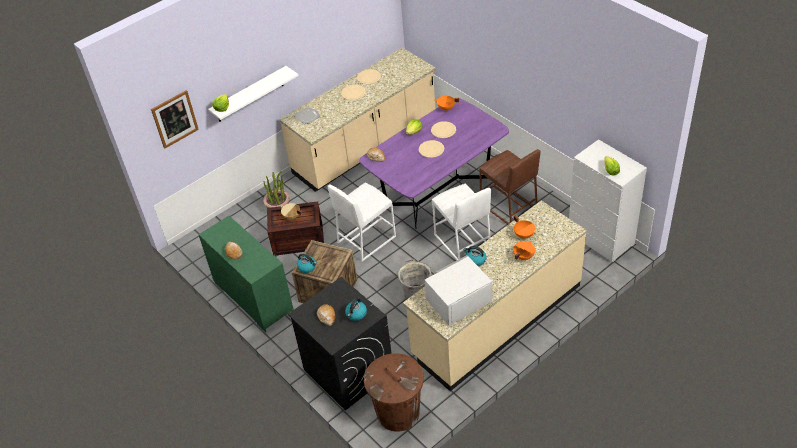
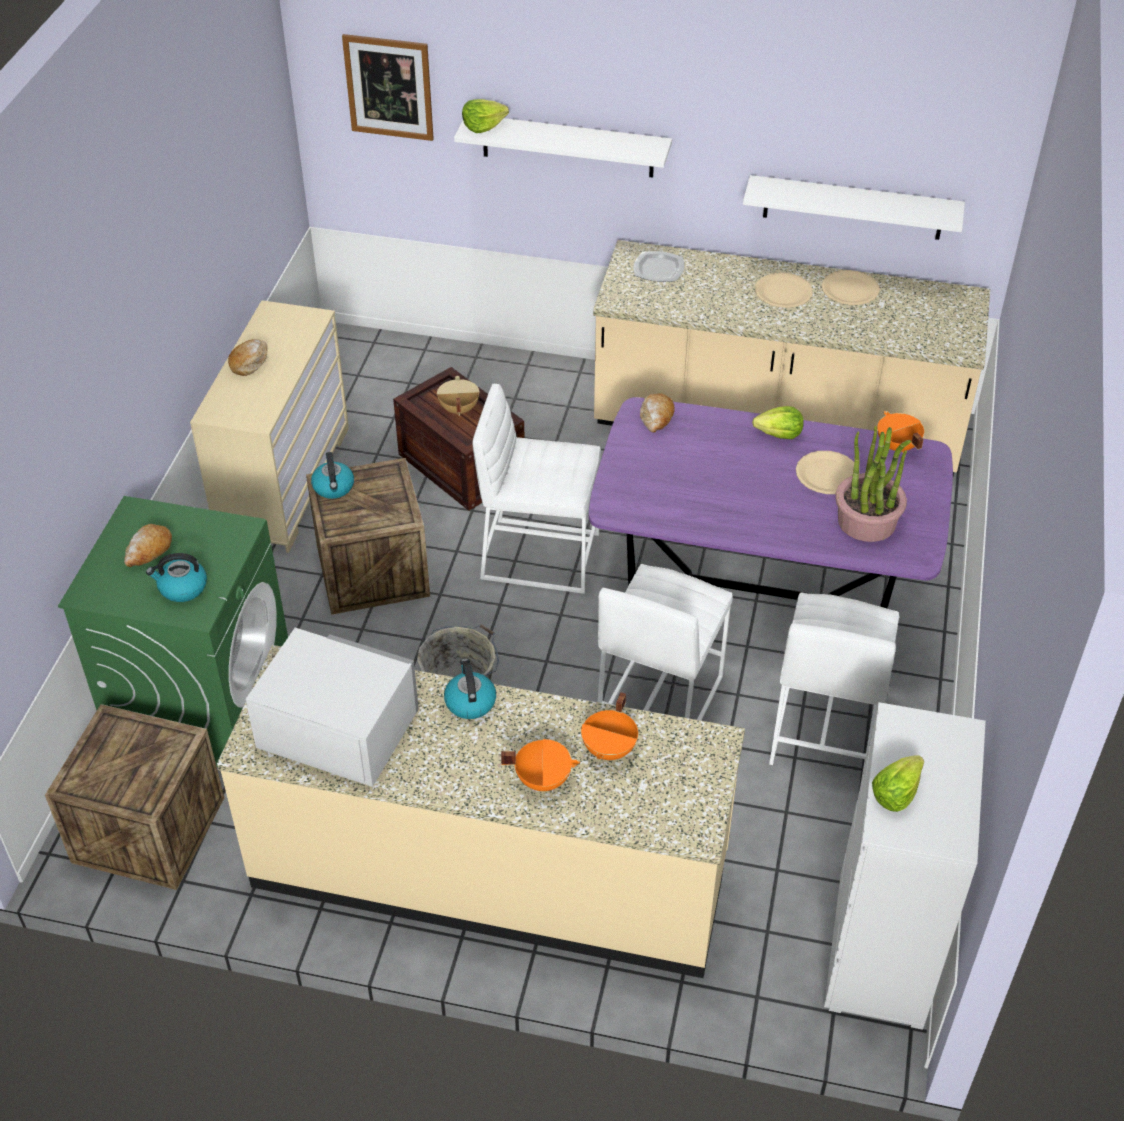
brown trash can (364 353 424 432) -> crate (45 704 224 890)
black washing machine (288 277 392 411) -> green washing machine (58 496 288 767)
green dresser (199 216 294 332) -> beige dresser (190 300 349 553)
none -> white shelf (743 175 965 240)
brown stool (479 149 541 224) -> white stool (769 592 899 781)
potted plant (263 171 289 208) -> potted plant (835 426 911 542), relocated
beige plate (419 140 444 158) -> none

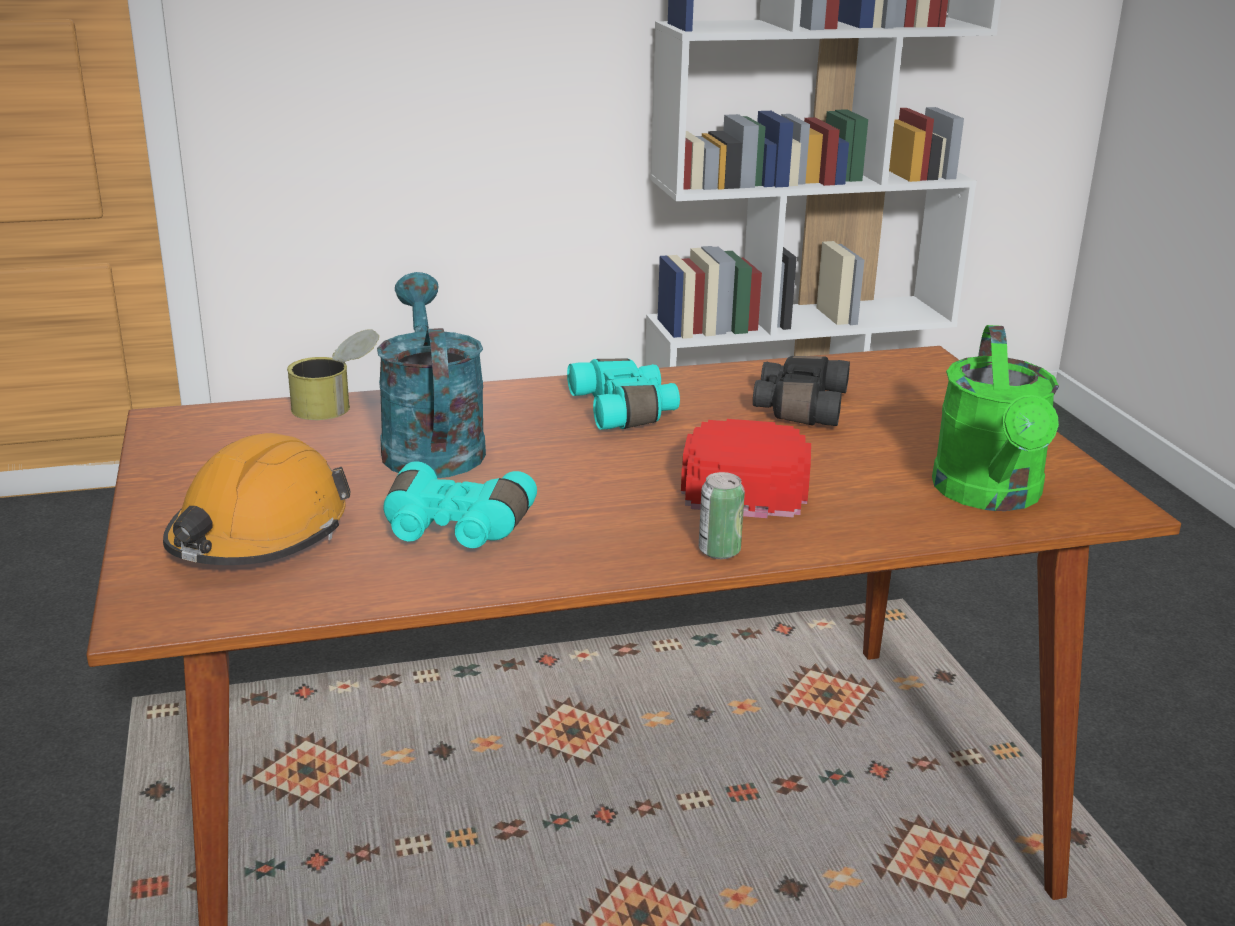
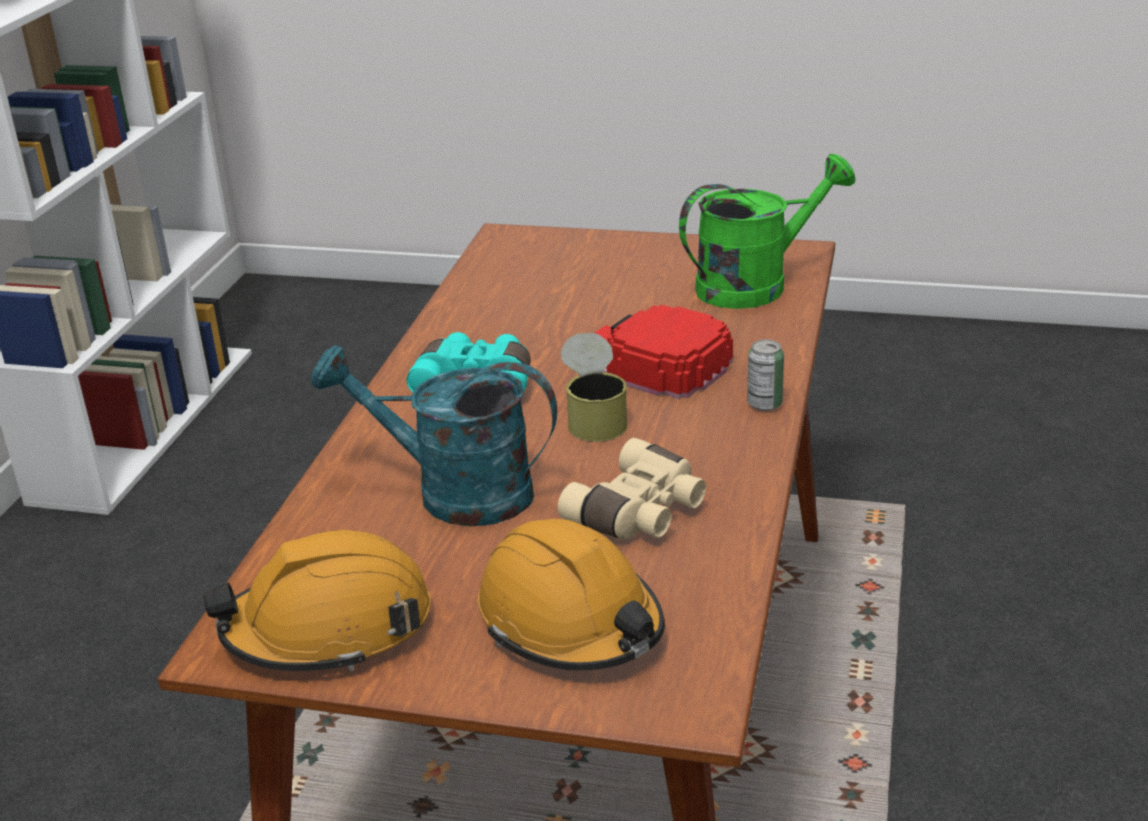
none -> orange hard hat (203 530 431 671)
turquoise binoculars (384 461 537 548) -> beige binoculars (558 438 706 539)
can (287 330 379 420) -> can (560 333 628 442), relocated
green watering can (932 325 1059 511) -> green watering can (679 154 856 309), 60 degrees counterclockwise
black binoculars (753 356 850 426) -> none

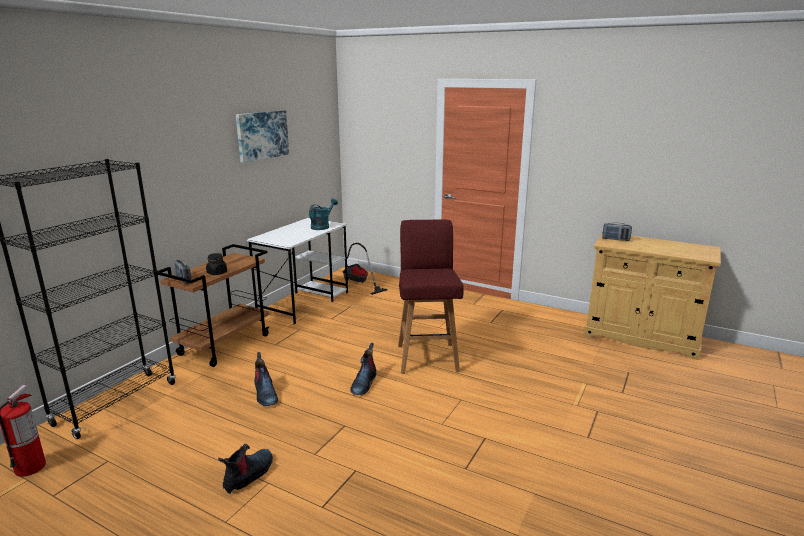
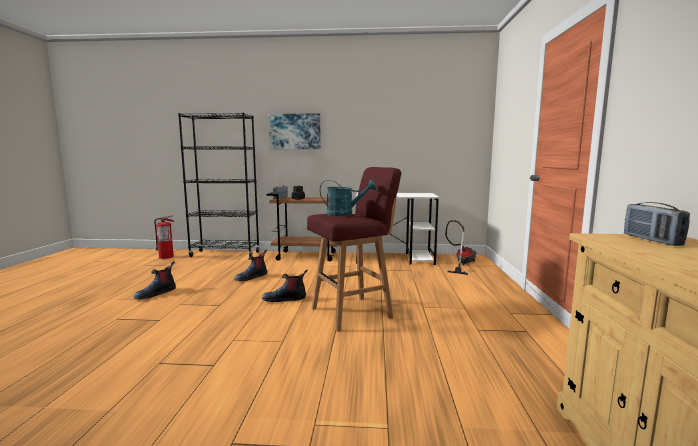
boot (218 444 273 494) -> boot (134 261 176 299), 120 degrees clockwise
picture (236 110 289 163) -> picture (268 114 321 149), relocated
turquoise watering can (309 198 338 230) -> turquoise watering can (320 180 377 216), relocated

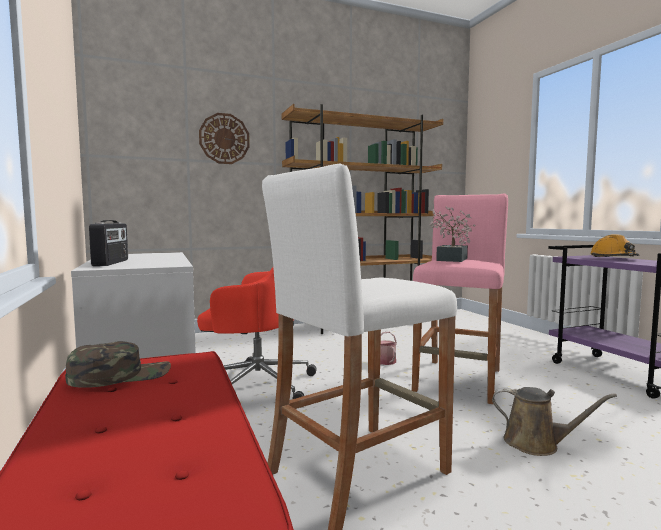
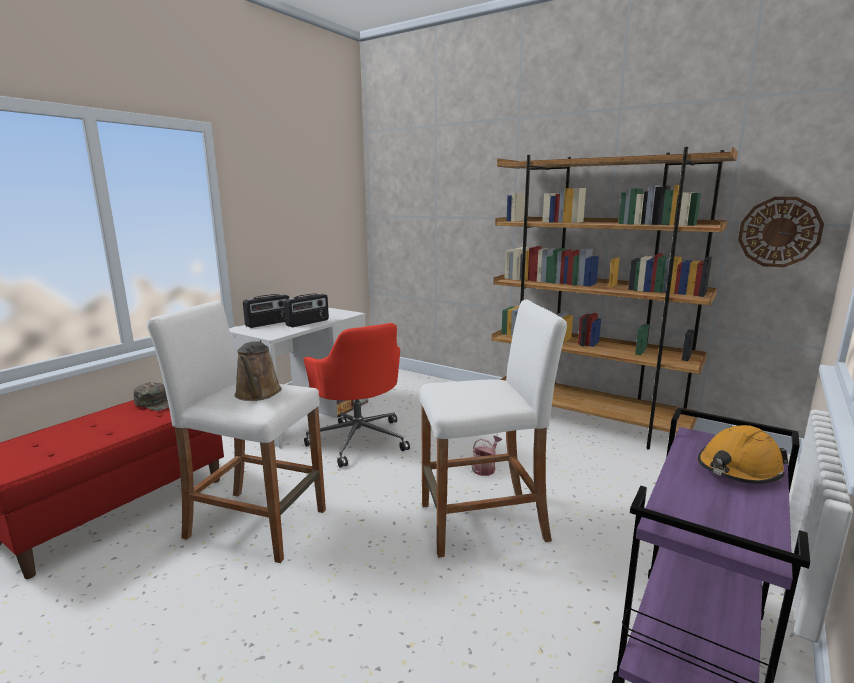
brown watering can (492 387 617 456) -> brown watering can (235 340 282 401), relocated
none -> radio (284 293 329 327)
pink stool (412 194 508 405) -> white stool (419 299 567 558)
wall clock (199 113 250 164) -> wall clock (738 197 824 267), relocated
potted plant (429 207 475 262) -> none

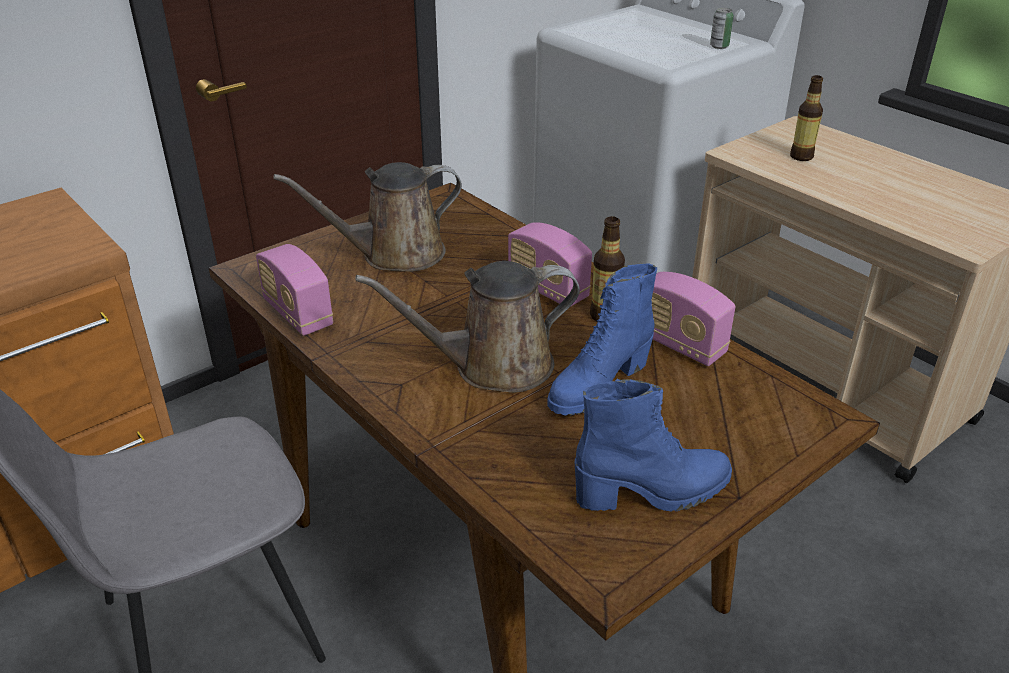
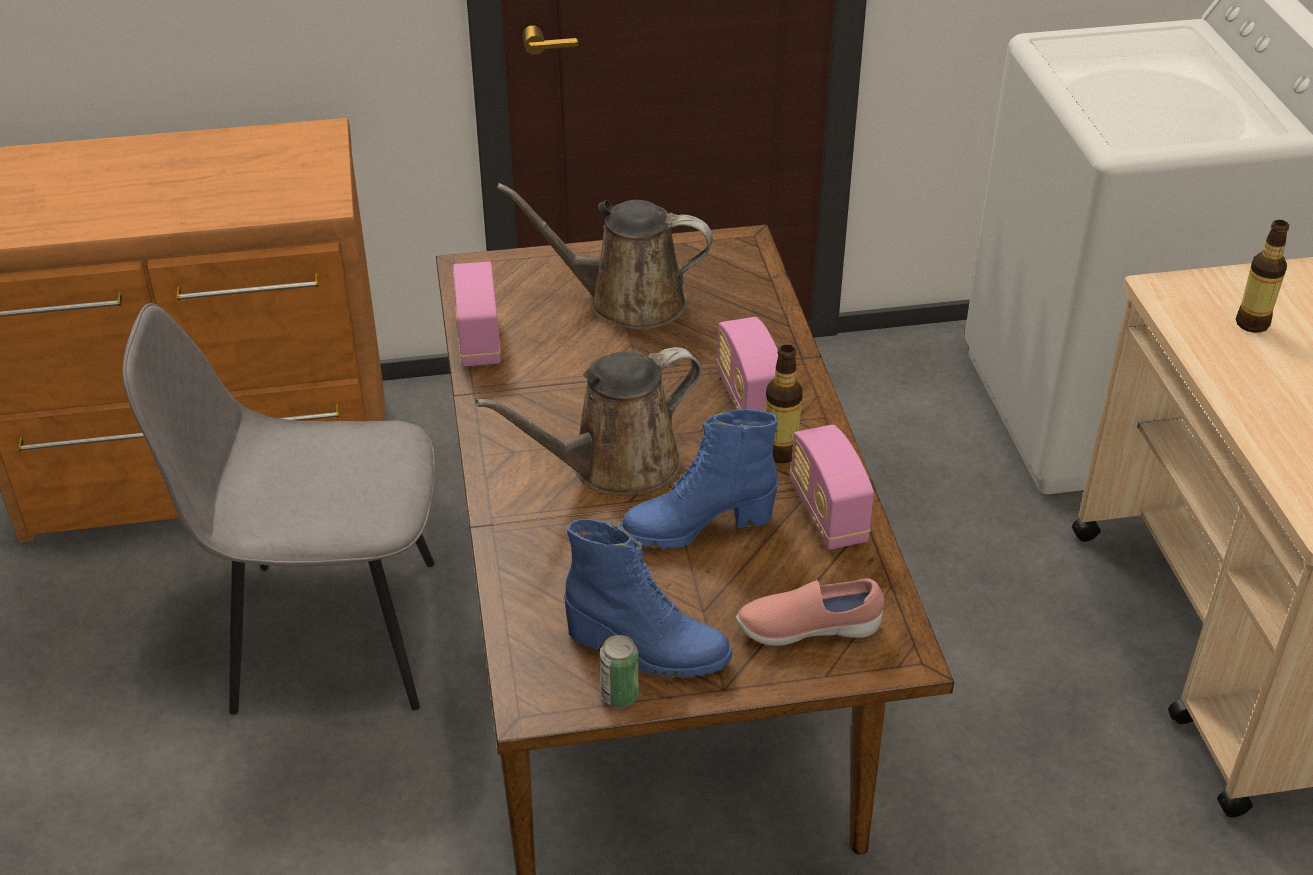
brown watering can (355 261 580 393) -> brown watering can (475 347 701 495), 45 degrees counterclockwise
can (710 8 733 49) -> can (600 635 639 707), relocated
none -> pink shoe (736 578 884 646)

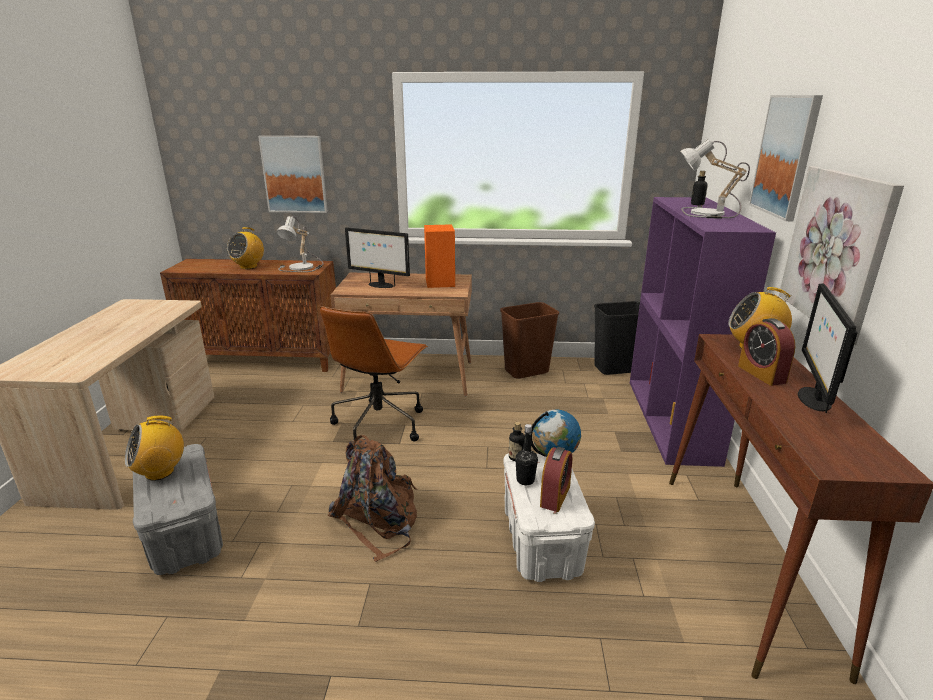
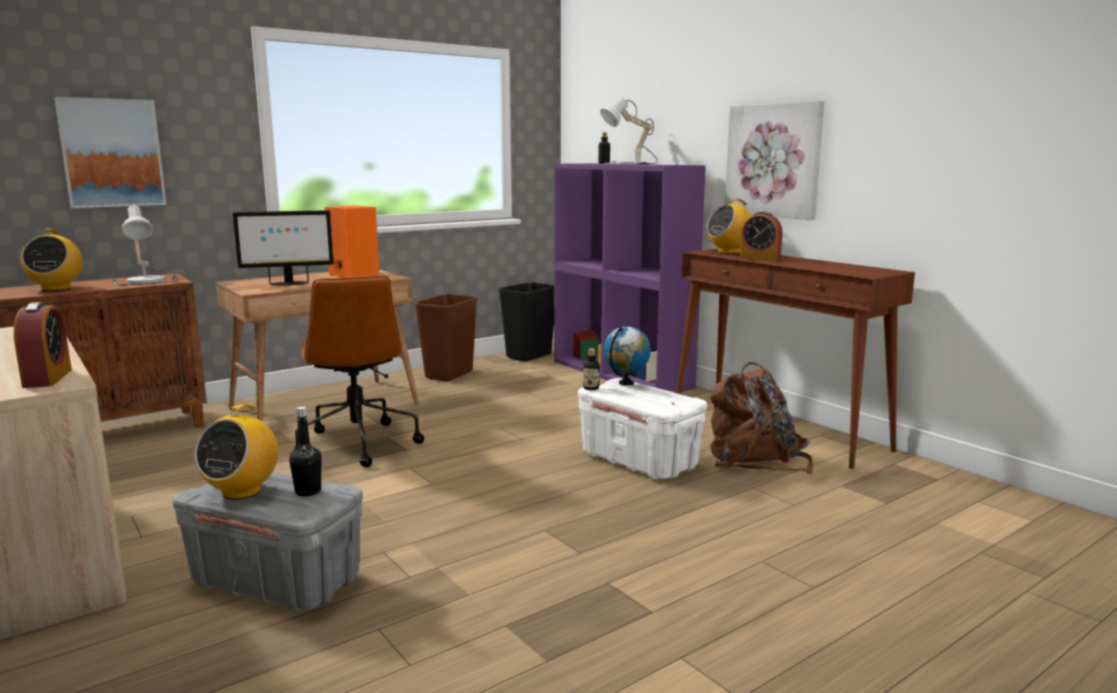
alarm clock (540 447 572 512) -> alarm clock (14 302 72 388), relocated
black bottle (515 424 538 485) -> black bottle (289 407 322 496), relocated
brown backpack (328 435 417 562) -> brown backpack (710 362 813 474), relocated
picture (749 95 823 221) -> none
monitor (798 283 857 413) -> none

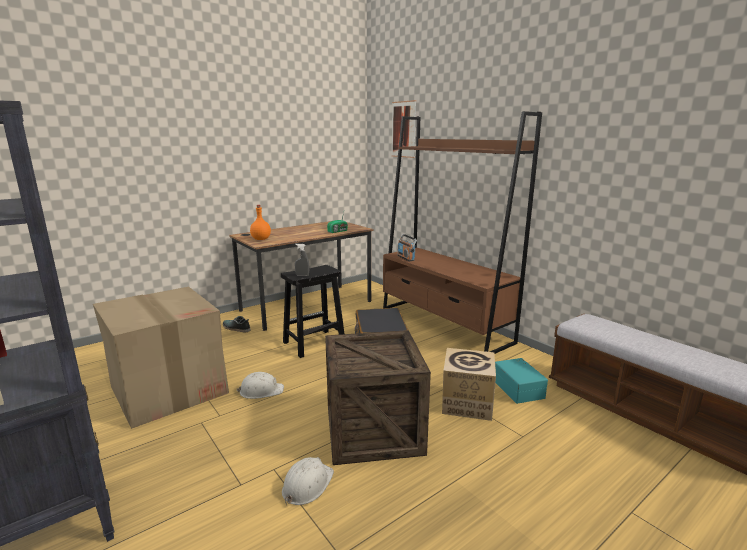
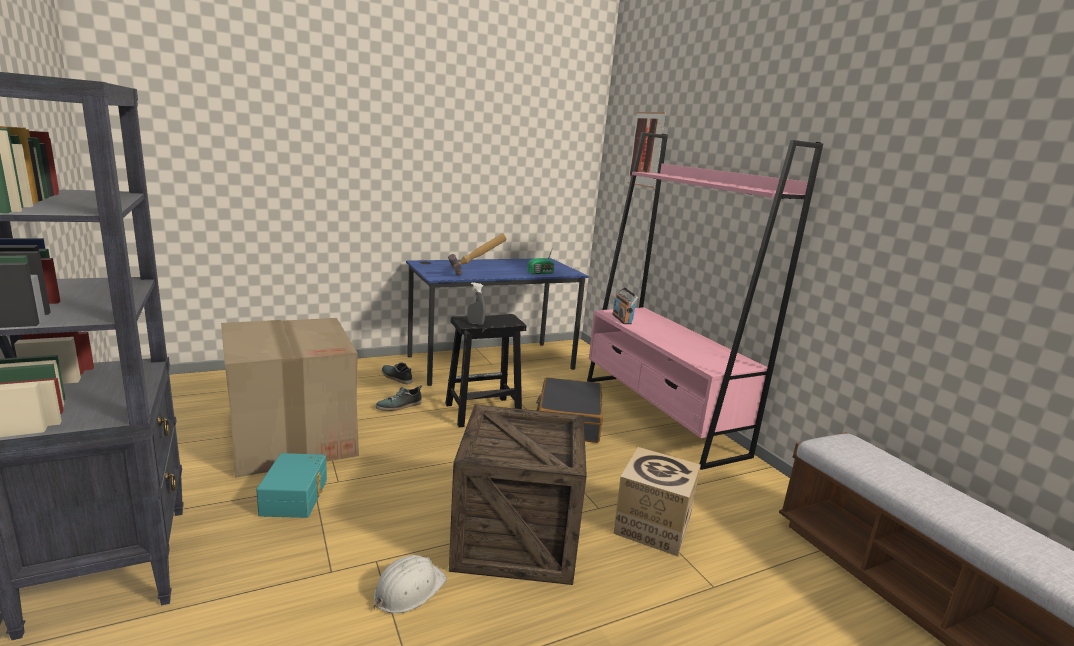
turquoise storage box (495 358 548 404) -> turquoise storage box (256 453 327 518), relocated
none -> shoe (376 385 422 411)
brown desk (229 221 374 331) -> blue desk (406 258 589 386)
none -> hammer (448 233 506 276)
brown bookcase (383 111 542 354) -> pink bookcase (587 132 823 470)
white hard hat (236 372 284 399) -> none
orange bottle (250 205 271 240) -> none

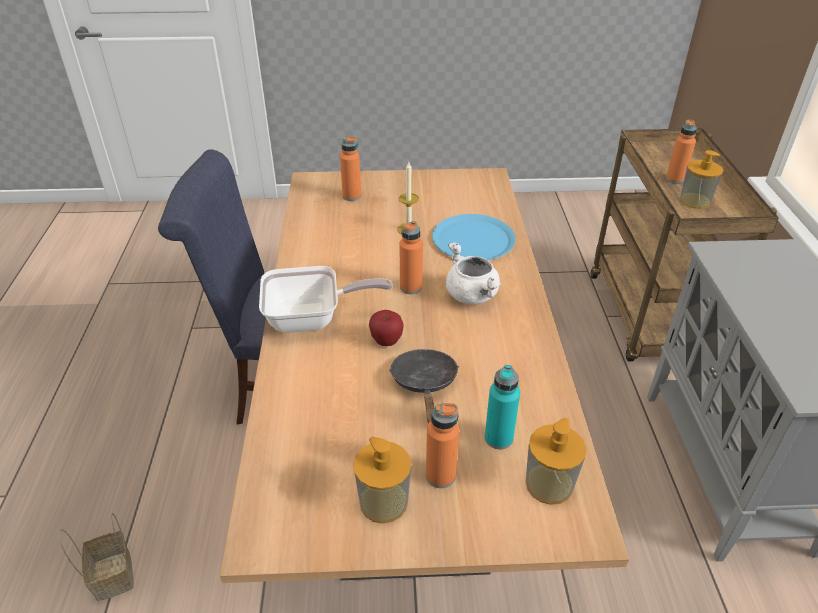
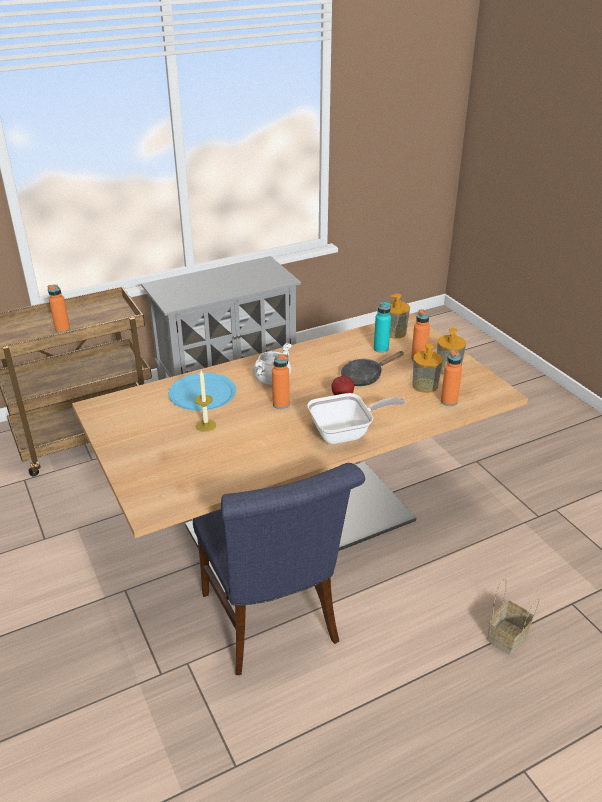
frying pan (259 266 393 333) -> frying pan (307 393 405 444), 105 degrees clockwise
soap dispenser (680 150 723 209) -> soap dispenser (412 343 443 393), relocated
orange bottle (340 137 361 201) -> orange bottle (441 350 462 406), relocated

